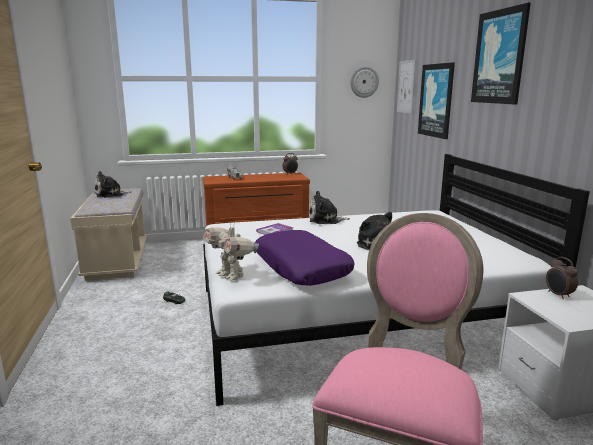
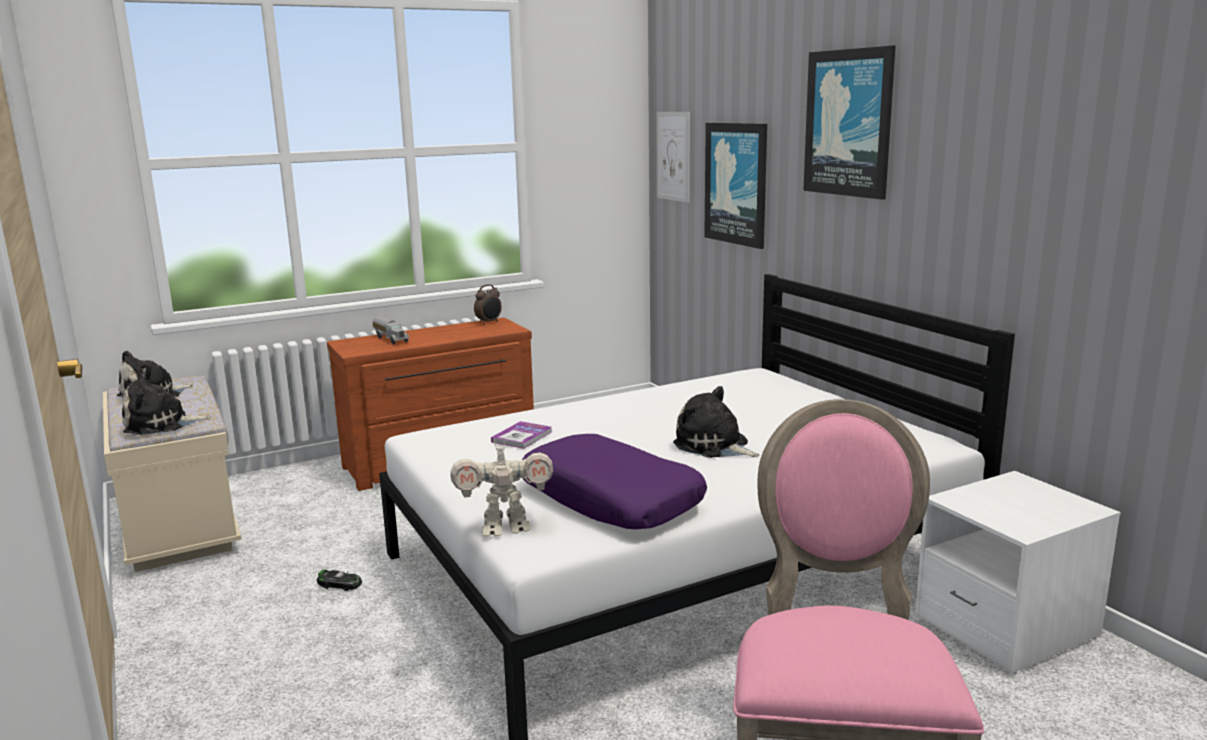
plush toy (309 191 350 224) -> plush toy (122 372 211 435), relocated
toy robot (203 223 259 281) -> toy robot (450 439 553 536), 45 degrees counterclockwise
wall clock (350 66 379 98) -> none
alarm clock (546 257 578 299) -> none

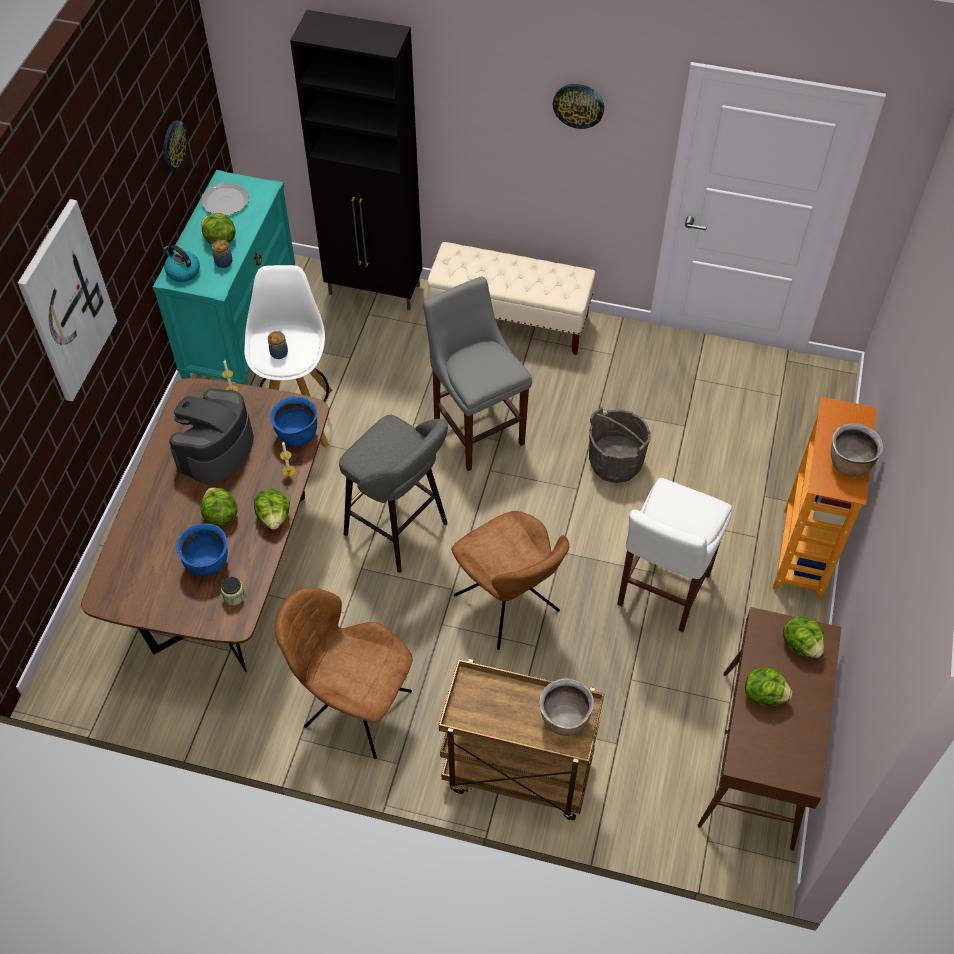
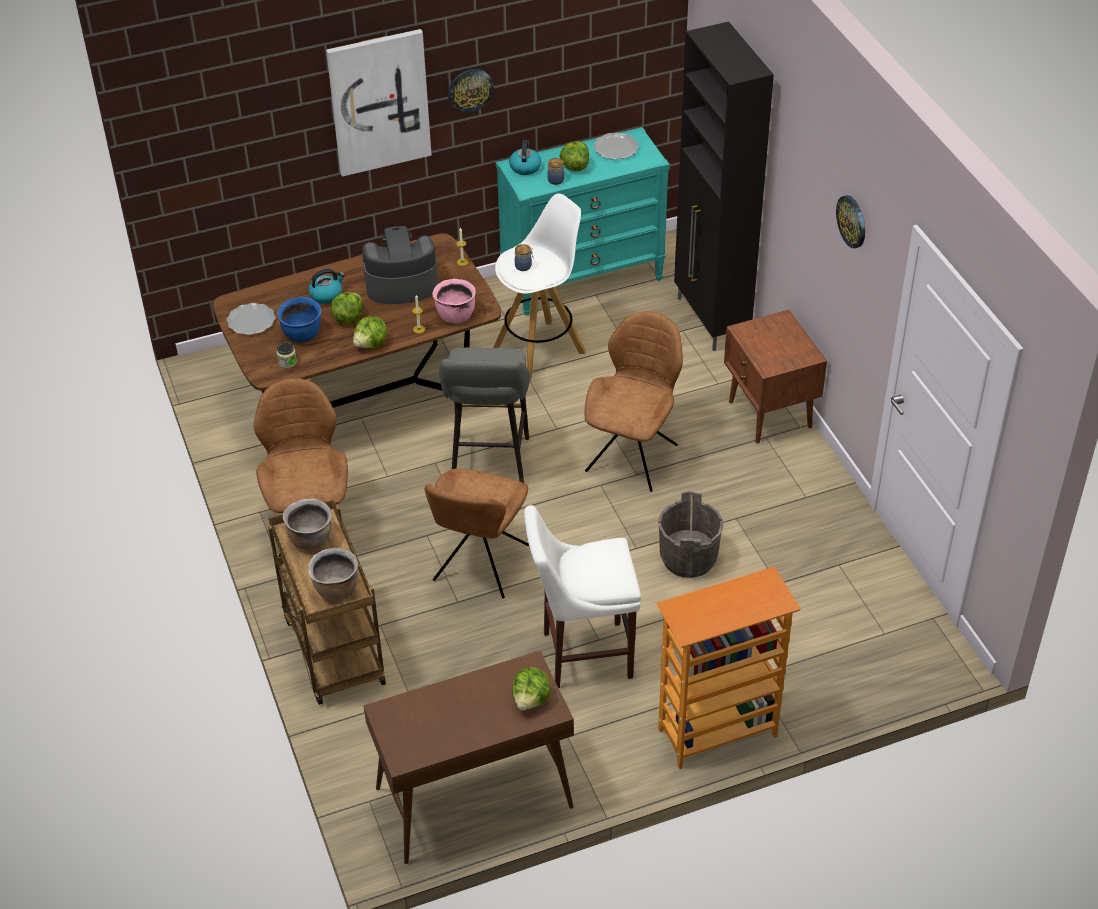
none -> plate (227 303 276 335)
brown cooking pot (831 424 884 477) -> brown cooking pot (283 499 332 550), relocated
none -> kettle (309 269 345 304)
blue cooking pot (270 397 317 446) -> pink cooking pot (433 279 476 324)
wall clock (163 121 188 173) -> wall clock (448 69 494 112), relocated
grey stool (423 276 532 471) -> brown chair (585 311 683 492)
beige bench (427 242 595 355) -> brown nightstand (724 310 827 444)
lettuce (745 667 792 707) -> none

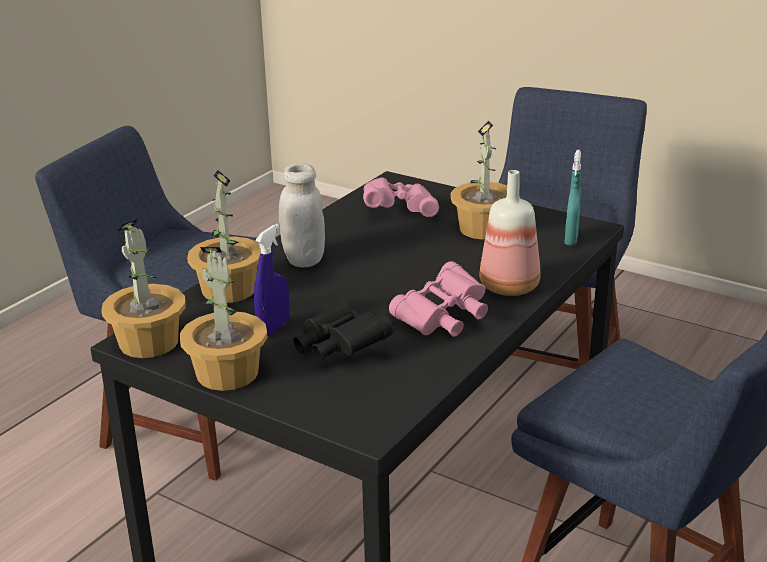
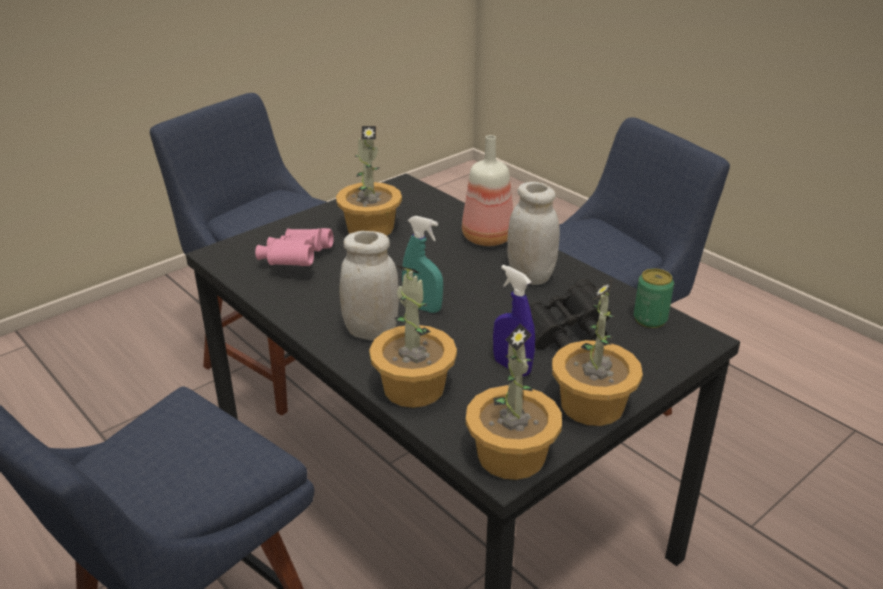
turquoise spray bottle (565 150 581 246) -> turquoise spray bottle (402 215 443 313), relocated
pink binoculars (389 261 488 337) -> white jar (507 182 560 285)
none -> can (634 269 674 328)

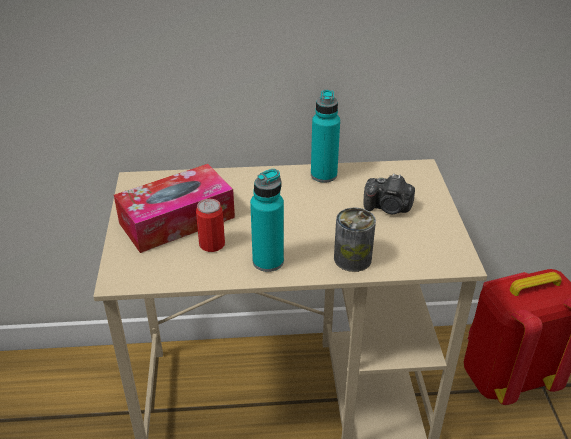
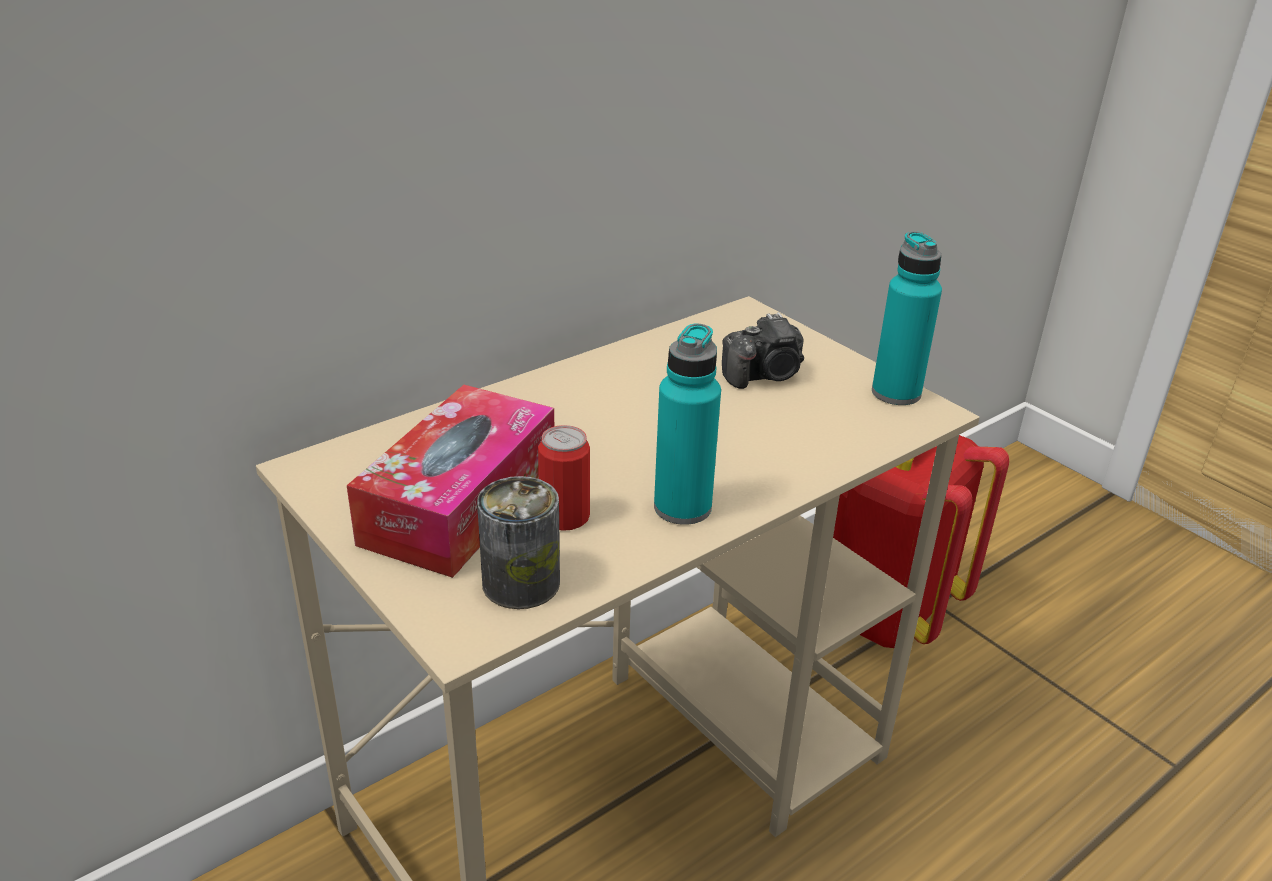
can (334 208 376 272) -> can (477 476 560 609), relocated
turquoise bottle (311 90 340 183) -> turquoise bottle (872 231 942 405), relocated

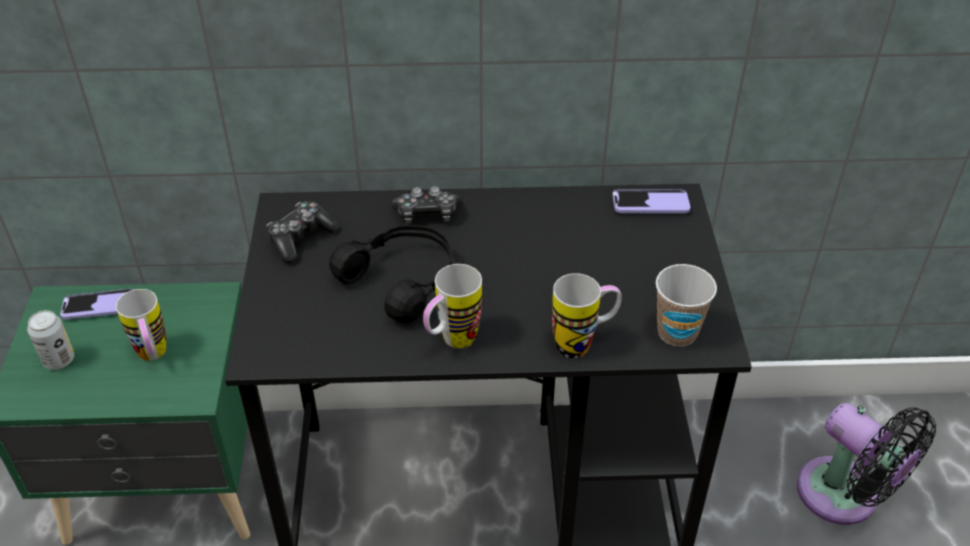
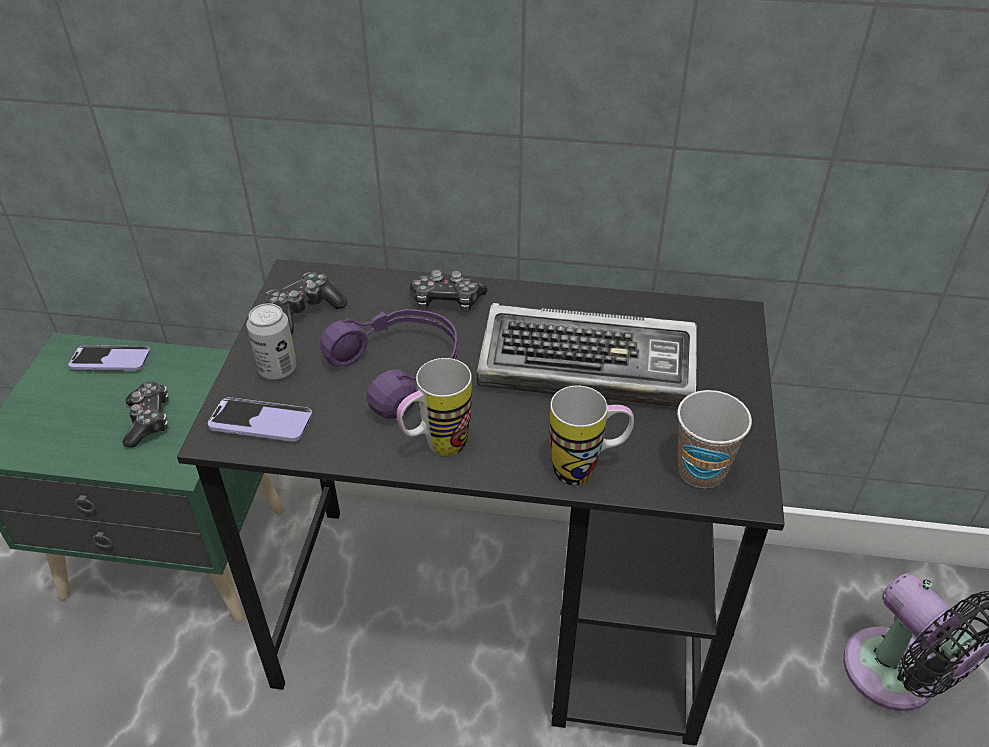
mug (116 289 166 361) -> game controller (123 381 168 448)
phone (612 189 691 213) -> phone (208 397 312 442), relocated
can (27 310 74 370) -> can (246 303 297 379), relocated
black headphones (329 225 452 323) -> purple headphones (320 309 458 419)
none -> keyboard (477 303 697 407)

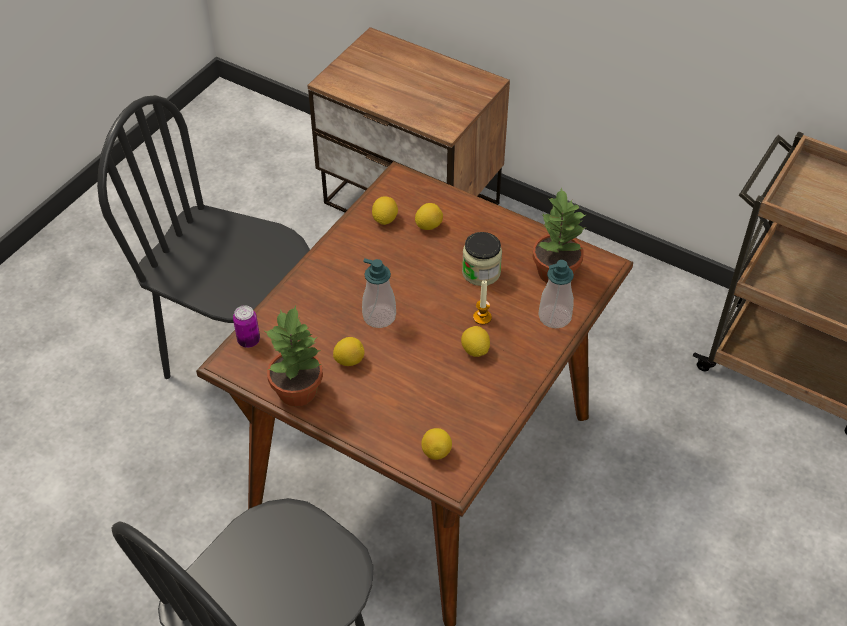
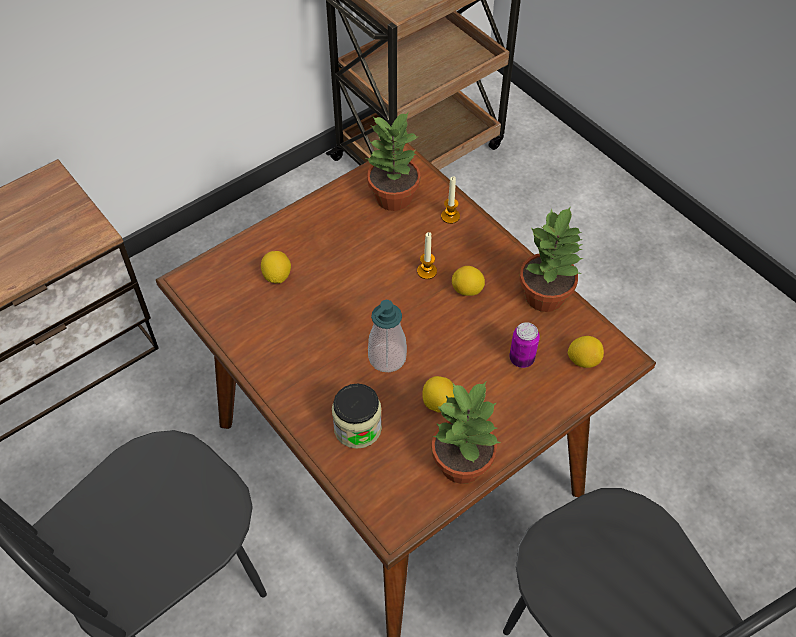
jar (462 232 502 286) -> jar (332 384 382 449), relocated
soap dispenser (538 260 574 328) -> candle (441 176 460 224)
can (233 305 260 348) -> can (509 322 540 368), relocated
none -> potted plant (520 206 583 312)
lemon (372 196 398 225) -> none

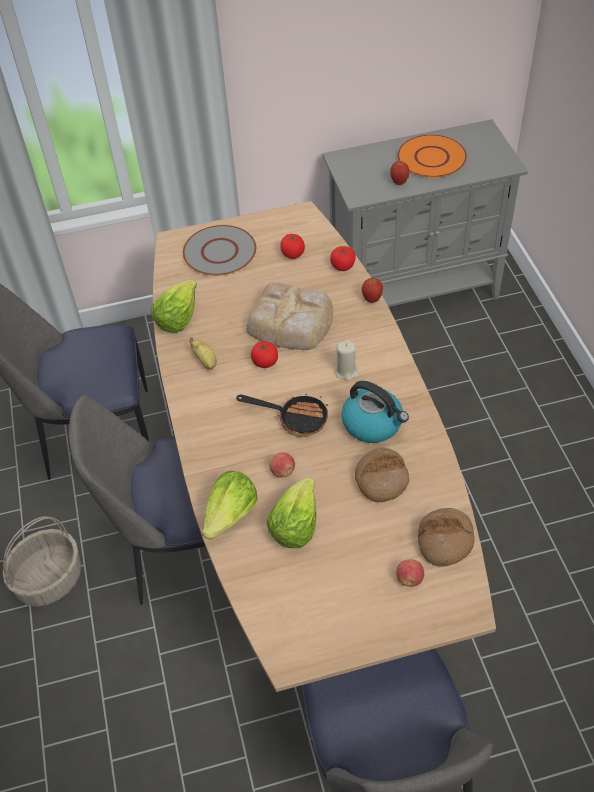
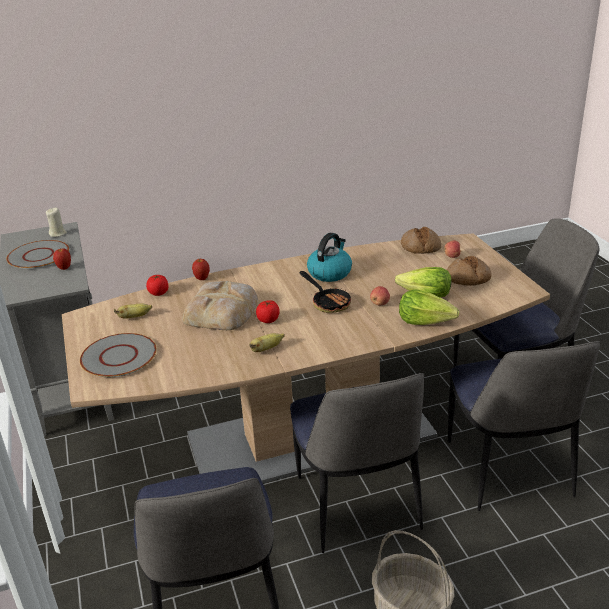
orange plate (397 135 467 178) -> grey plate (7 240 69 269)
beige candle (335 340 359 381) -> beige candle (46 208 67 237), relocated
tomato (280 234 305 259) -> banana (114 304 152 319)
frying pan (236 394 328 437) -> frying pan (299 271 351 313), 135 degrees clockwise
bread (355 448 409 502) -> bread (447 256 491 286), relocated
none -> chair (448 341 600 511)
lettuce (151 280 197 333) -> none

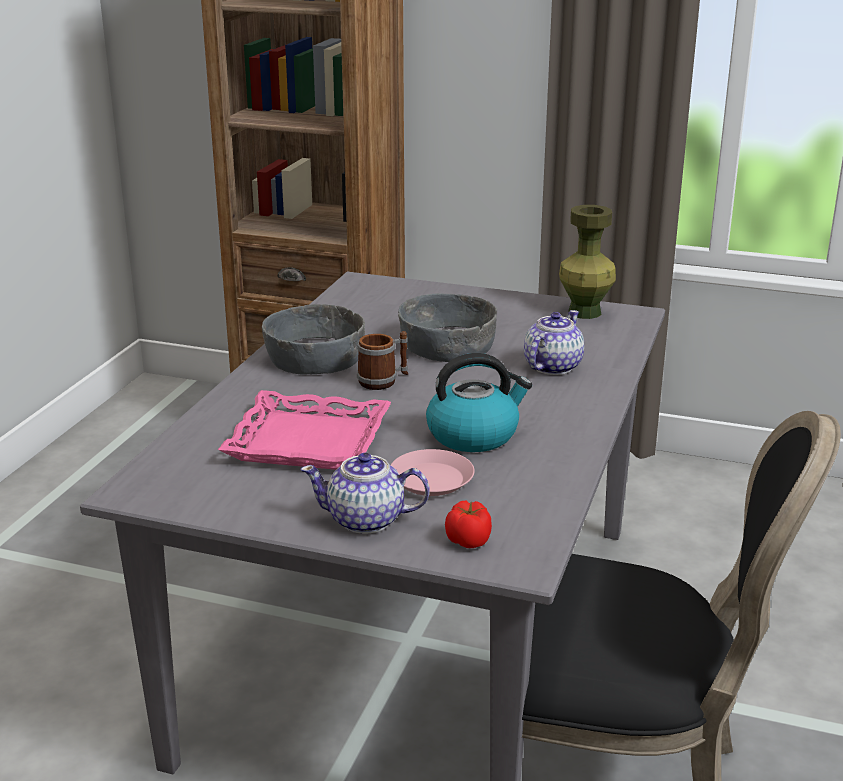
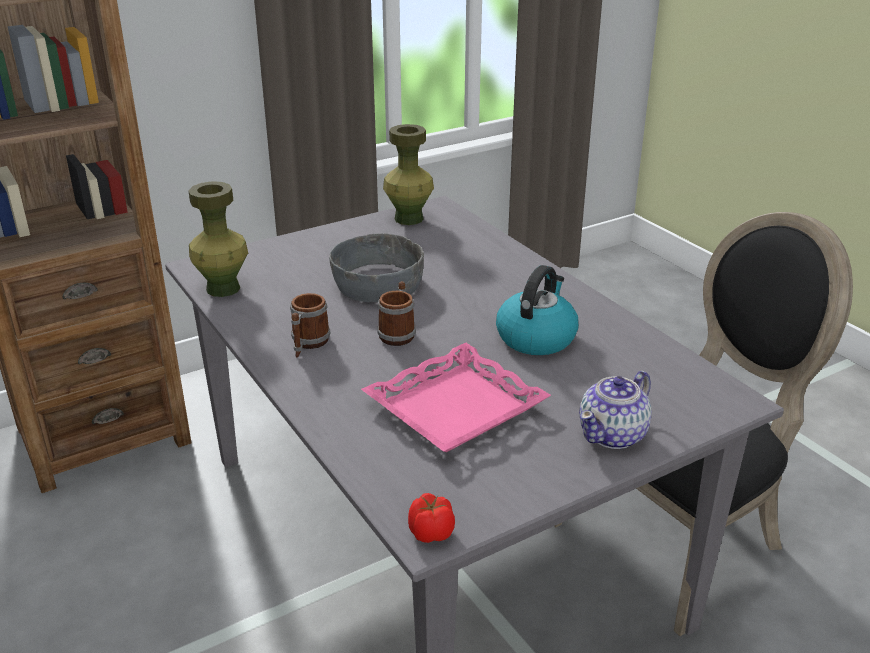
none -> green vase (188 181 248 297)
grey bowl (262 304 365 375) -> mug (290 293 330 358)
tomato (445 501 492 548) -> tomato (408 493 455 543), relocated
pink plate (391 449 475 496) -> none
teapot (524 310 584 375) -> none

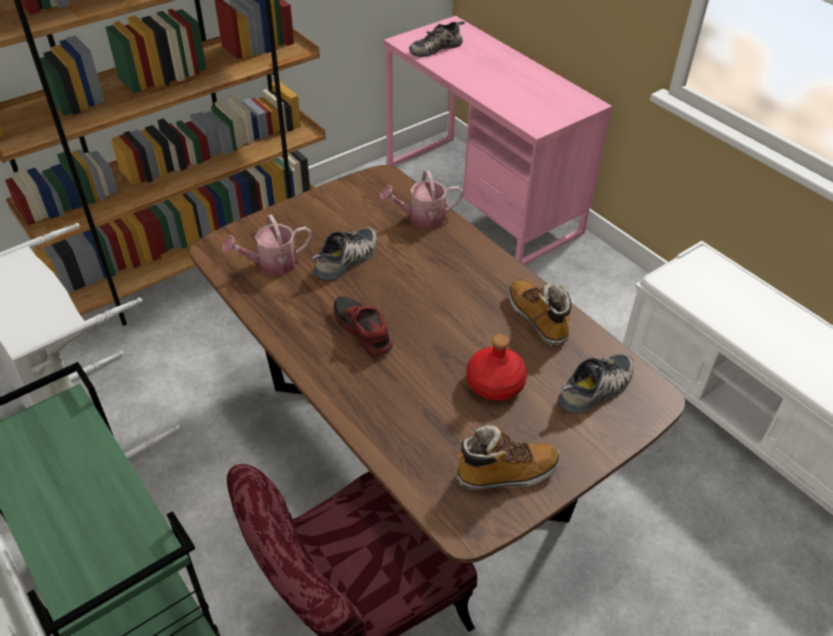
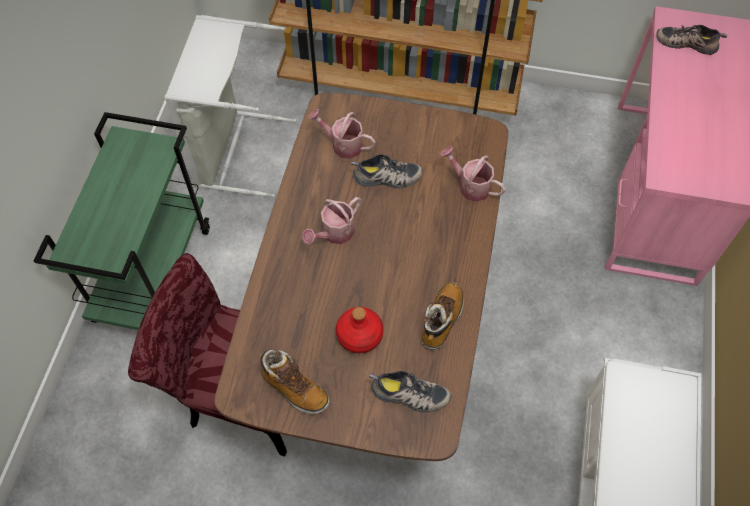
shoe (334 297 393 357) -> watering can (302 197 361 244)

